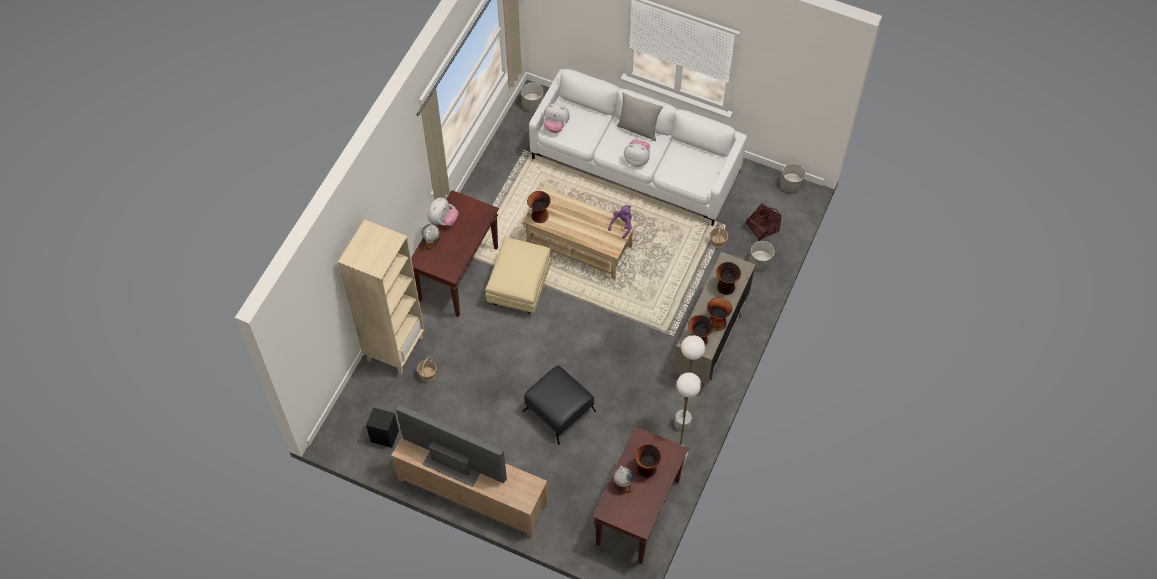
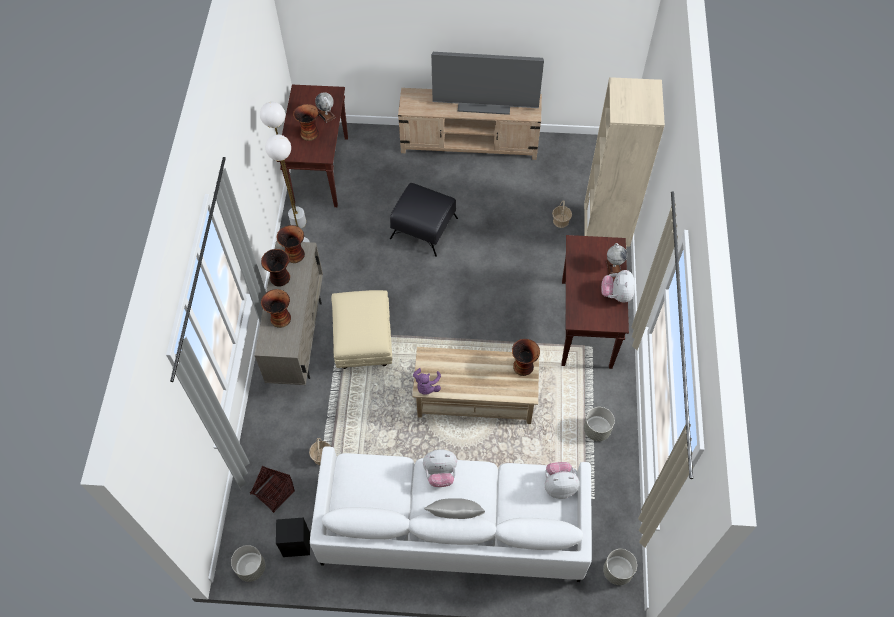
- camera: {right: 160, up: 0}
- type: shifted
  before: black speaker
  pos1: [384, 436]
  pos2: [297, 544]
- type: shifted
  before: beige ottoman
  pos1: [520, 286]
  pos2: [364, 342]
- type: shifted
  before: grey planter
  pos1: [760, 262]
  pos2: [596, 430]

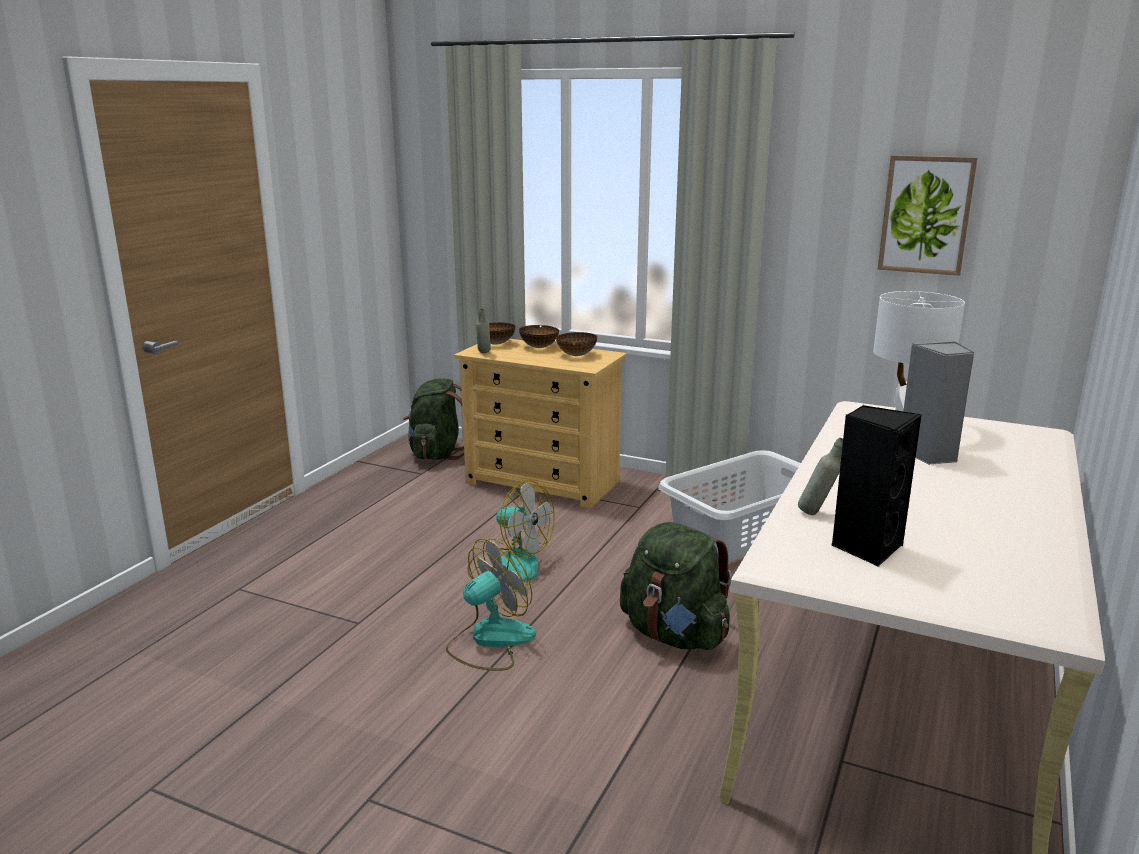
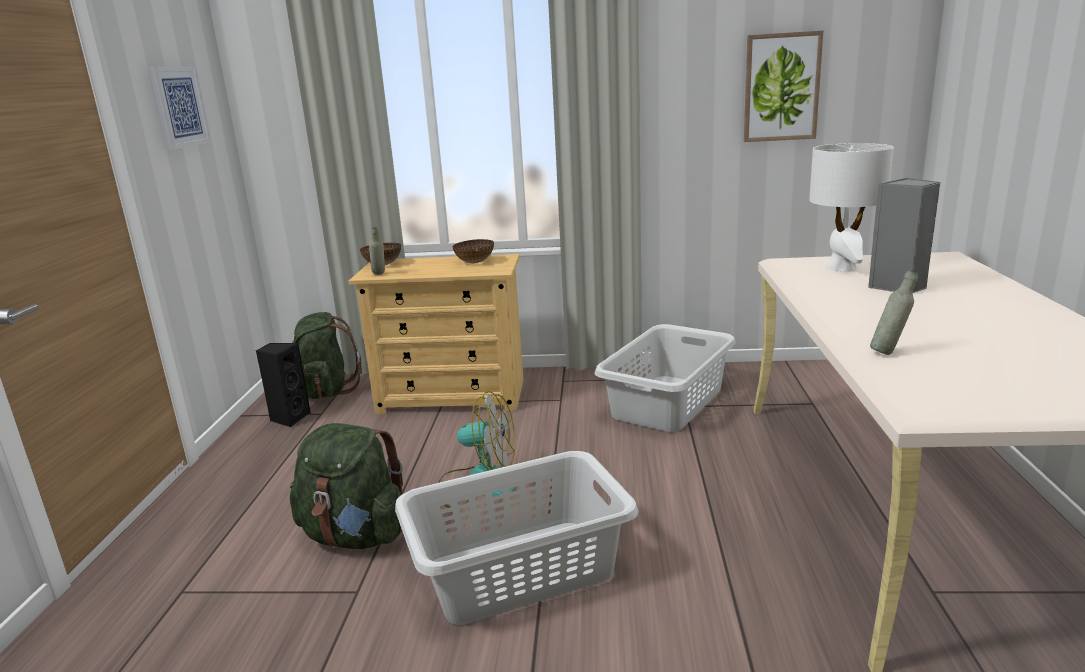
- camera: {right: -20, up: 0}
- type: new
  after: picture
  pos2: [178, 107]
- type: shifted
  before: black speaker
  pos1: [866, 547]
  pos2: [289, 418]
- type: shifted
  before: green backpack
  pos1: [674, 635]
  pos2: [356, 536]
- type: swapped
  before: fan
  after: grey laundry basket
  pos1: [490, 640]
  pos2: [517, 570]
- type: gone
  before: bowl
  pos1: [539, 347]

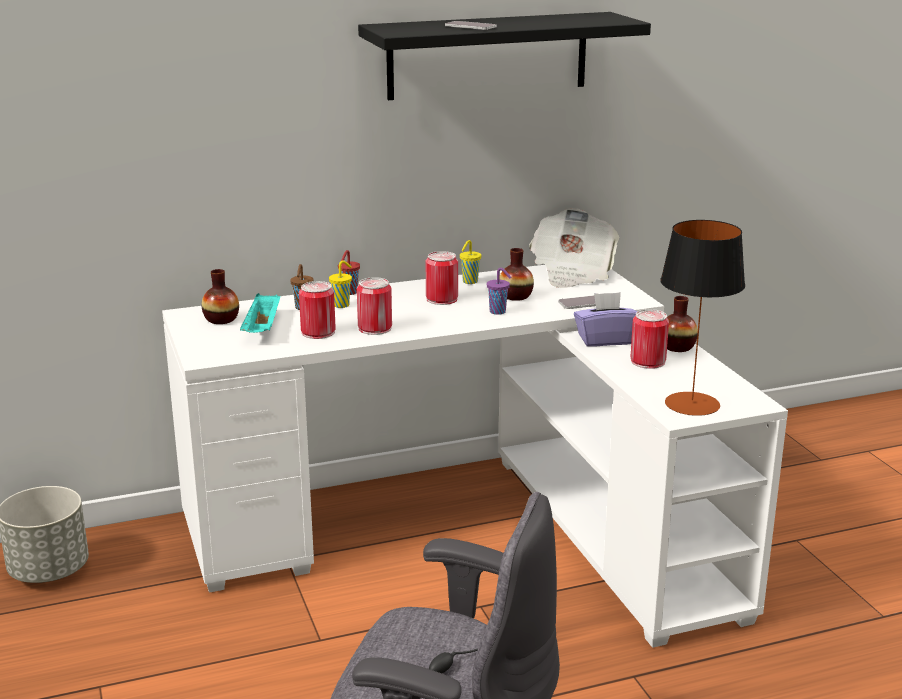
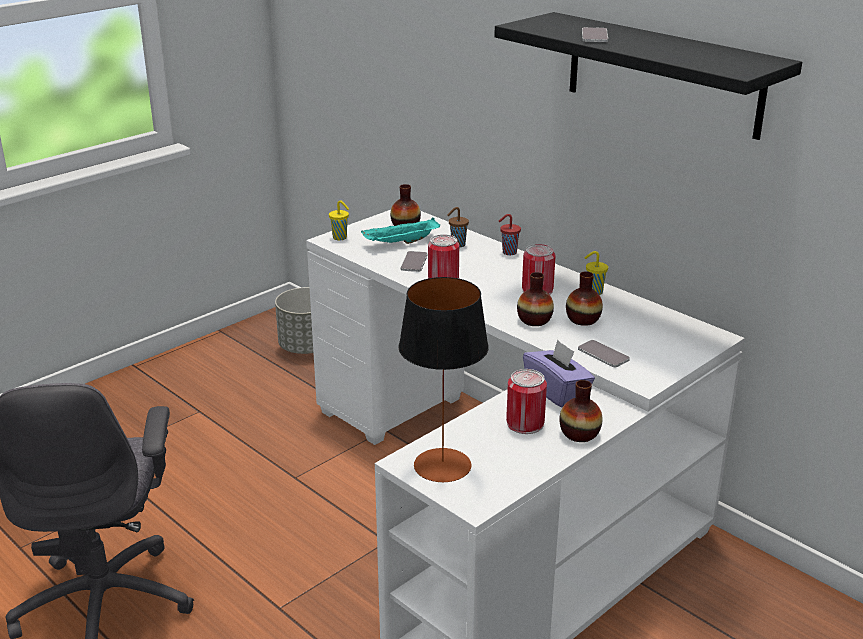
- camera: {right: 65, up: 5}
- type: shifted
  before: yellow cup
  pos1: [342, 305]
  pos2: [340, 238]
- type: swapped
  before: can
  after: phone
  pos1: [318, 332]
  pos2: [414, 262]
- type: swapped
  before: purple cup
  after: vase
  pos1: [498, 312]
  pos2: [534, 320]
- type: gone
  before: newspaper
  pos1: [572, 273]

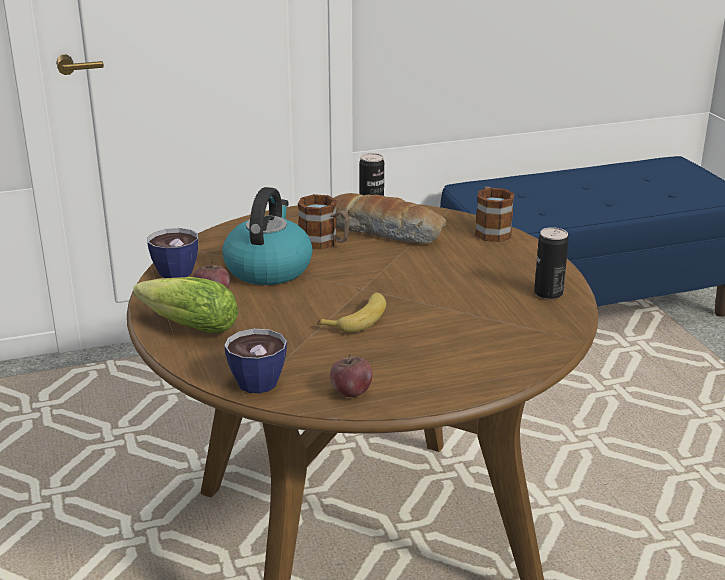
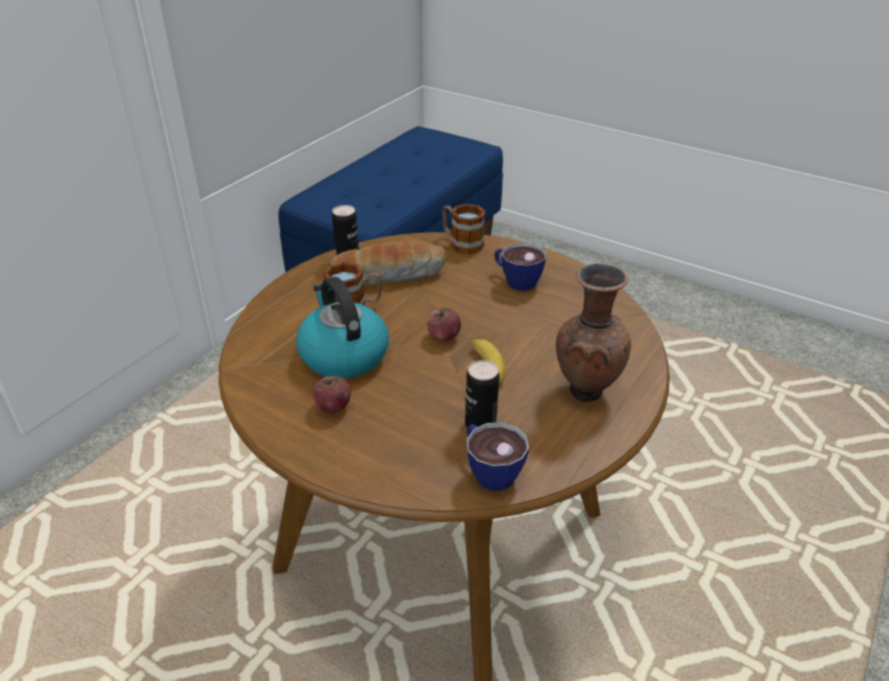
- camera: {right: -40, up: 10}
- type: shifted
  before: apple
  pos1: [351, 392]
  pos2: [443, 336]
- type: shifted
  before: can
  pos1: [548, 293]
  pos2: [480, 424]
- type: shifted
  before: cup
  pos1: [176, 269]
  pos2: [516, 280]
- type: new
  after: brown vase
  pos2: [584, 390]
- type: gone
  before: lettuce
  pos1: [185, 326]

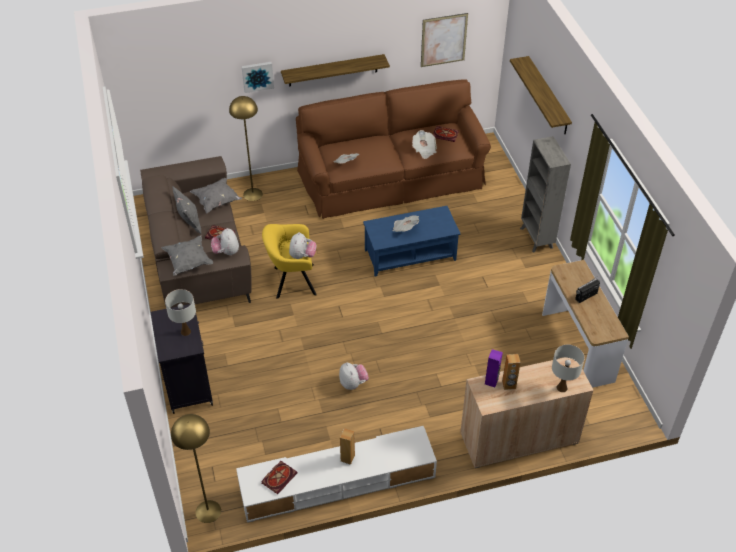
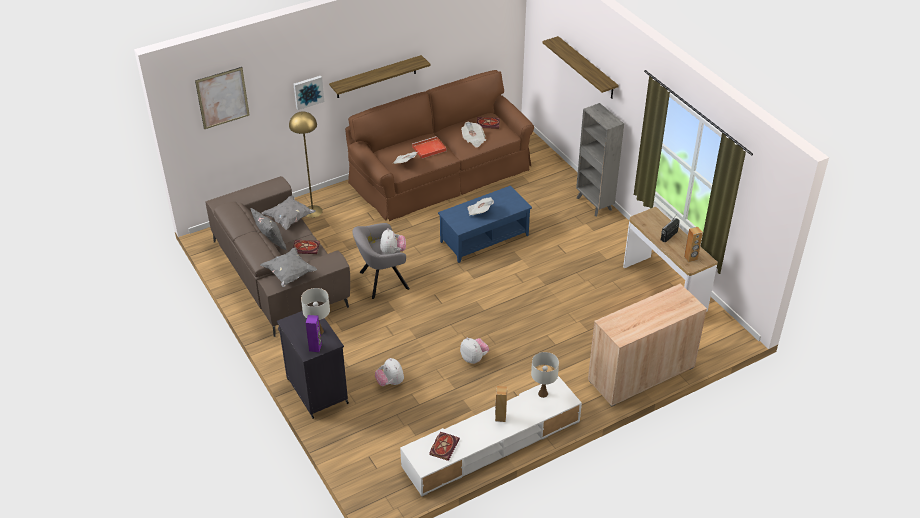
- camera: {right: -15, up: -5}
- type: shifted
  before: picture
  pos1: [443, 40]
  pos2: [222, 98]
- type: shifted
  before: purple speaker
  pos1: [491, 381]
  pos2: [315, 347]
- type: repainted
  before: yellow armchair
  after: grey armchair
  pos1: [291, 281]
  pos2: [381, 281]
- type: shifted
  before: plush toy
  pos1: [226, 252]
  pos2: [390, 382]
- type: new
  after: red tray
  pos2: [428, 149]
- type: shifted
  before: white table lamp
  pos1: [562, 388]
  pos2: [543, 393]
- type: shifted
  before: brown speaker
  pos1: [509, 385]
  pos2: [691, 258]
- type: gone
  before: yellow floor lamp
  pos1: [208, 511]

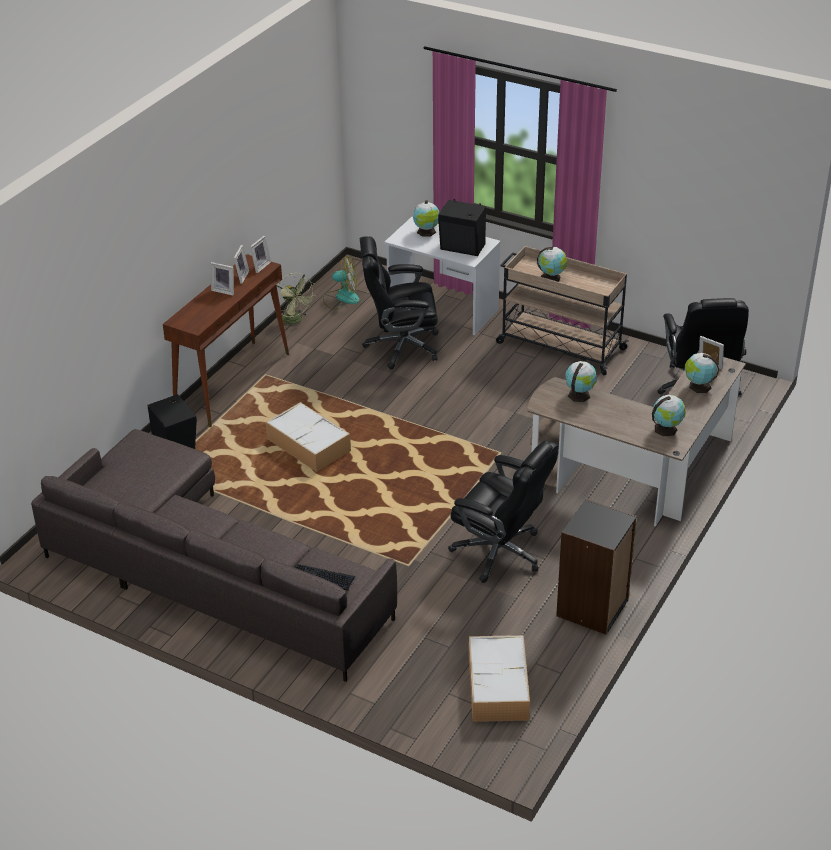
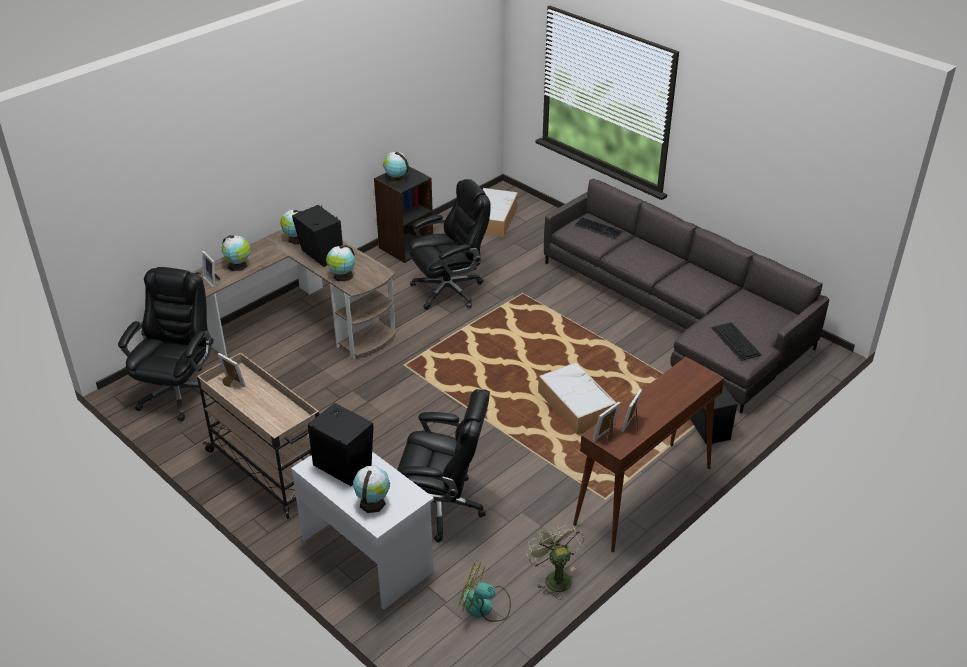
- camera: {right: -165, up: 0}
- type: shifted
  before: picture frame
  pos1: [224, 290]
  pos2: [232, 384]
- type: new
  after: black speaker
  pos2: [321, 255]
- type: shifted
  before: globe
  pos1: [551, 277]
  pos2: [396, 180]
- type: rotated
  before: black office chair
  pos1: [500, 552]
  pos2: [449, 290]
  turn: 105
- type: new
  after: keyboard
  pos2: [736, 341]

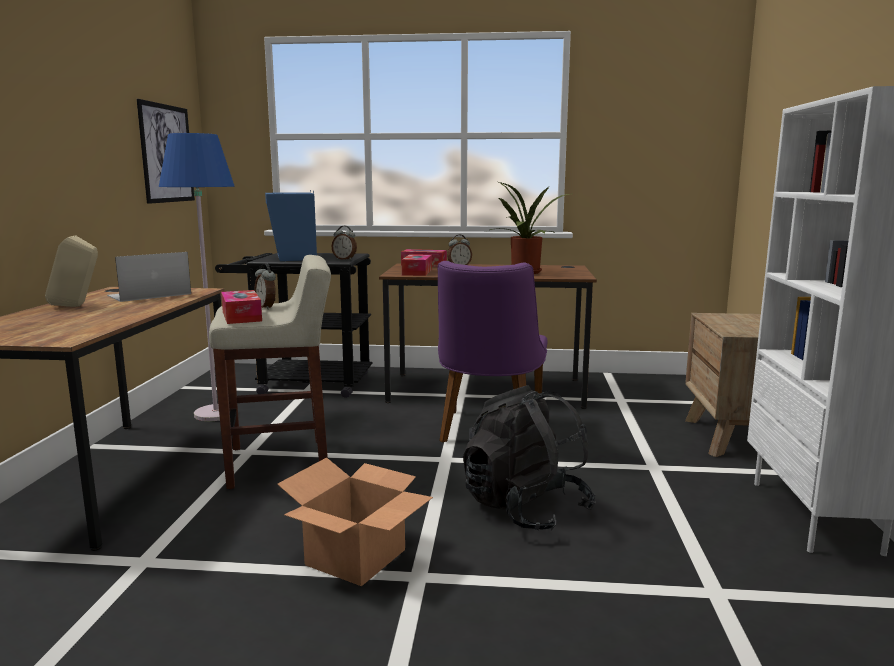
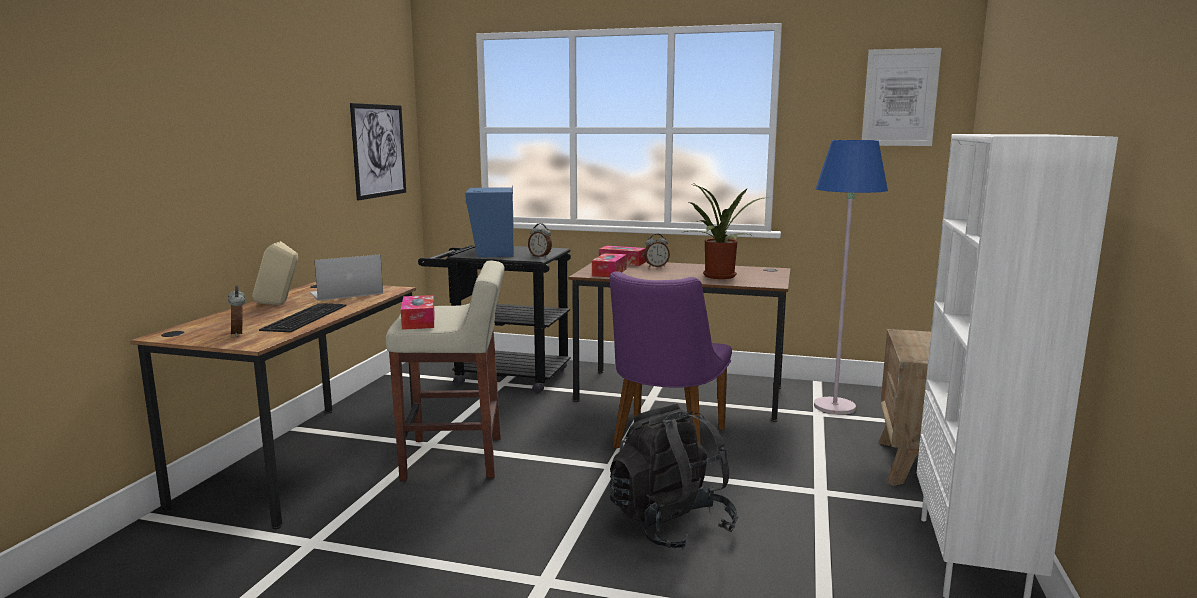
- camera: {right: 10, up: 0}
- type: shifted
  before: alarm clock
  pos1: [266, 307]
  pos2: [240, 333]
- type: new
  after: keyboard
  pos2: [304, 317]
- type: shifted
  before: blue floor lamp
  pos1: [216, 414]
  pos2: [835, 407]
- type: new
  after: picture
  pos2: [900, 97]
- type: gone
  before: cardboard box
  pos1: [356, 556]

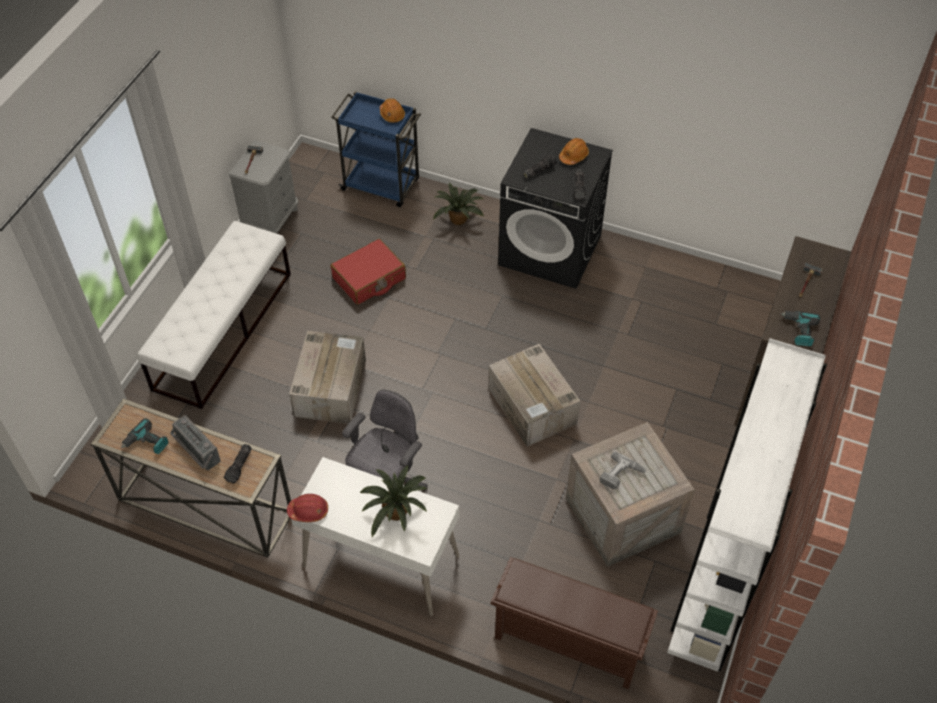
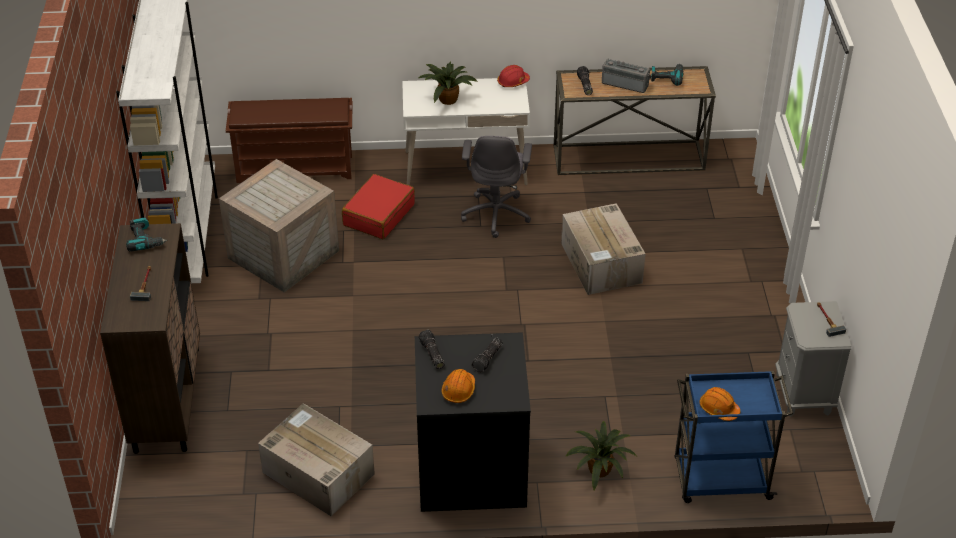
- camera: {right: 155, up: -10}
- type: shifted
  before: cardboard box
  pos1: [533, 406]
  pos2: [317, 473]
- type: shifted
  before: red suitcase
  pos1: [369, 279]
  pos2: [378, 214]
- type: gone
  before: white bench
  pos1: [223, 330]
- type: gone
  before: power drill
  pos1: [621, 476]

